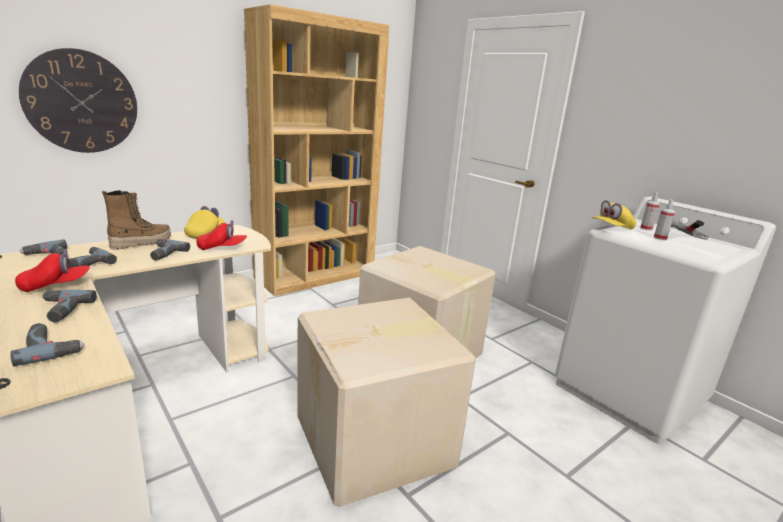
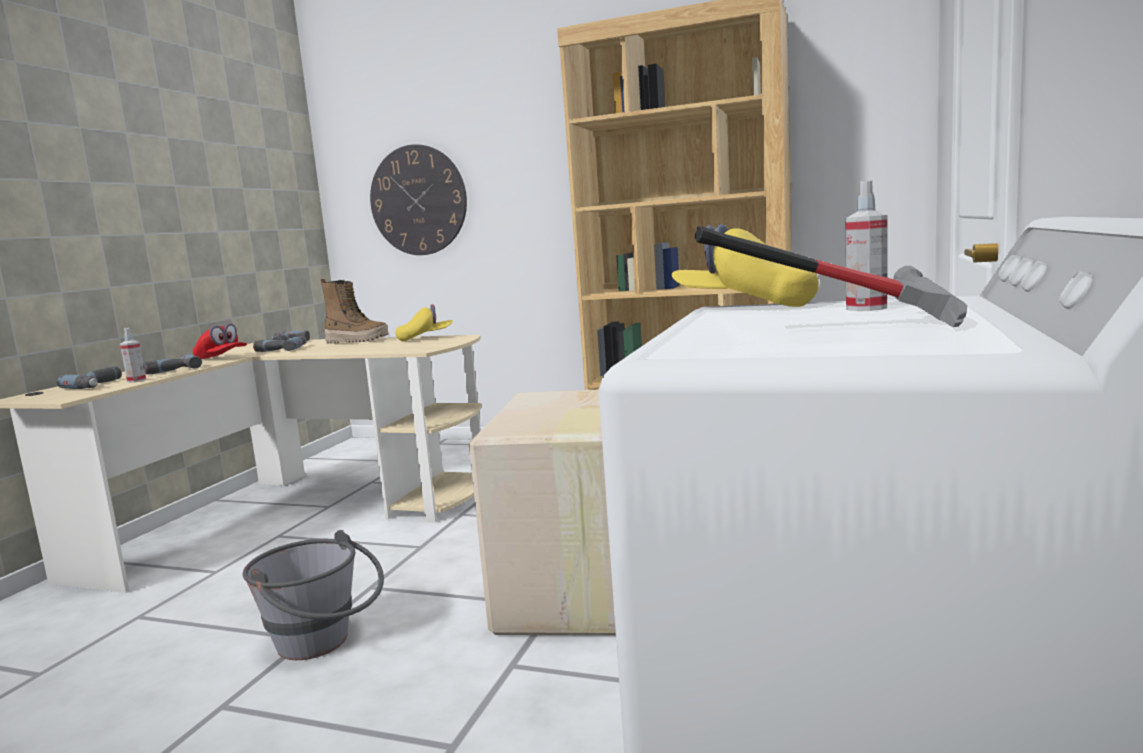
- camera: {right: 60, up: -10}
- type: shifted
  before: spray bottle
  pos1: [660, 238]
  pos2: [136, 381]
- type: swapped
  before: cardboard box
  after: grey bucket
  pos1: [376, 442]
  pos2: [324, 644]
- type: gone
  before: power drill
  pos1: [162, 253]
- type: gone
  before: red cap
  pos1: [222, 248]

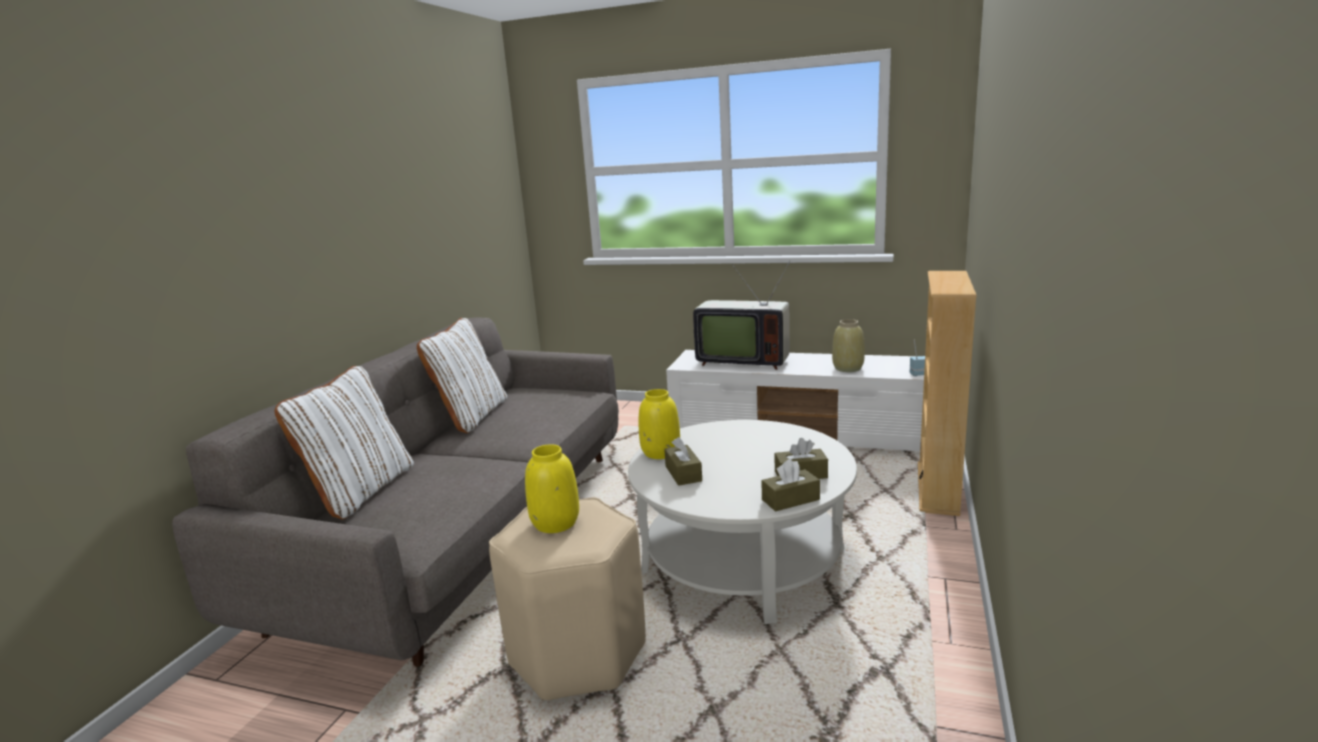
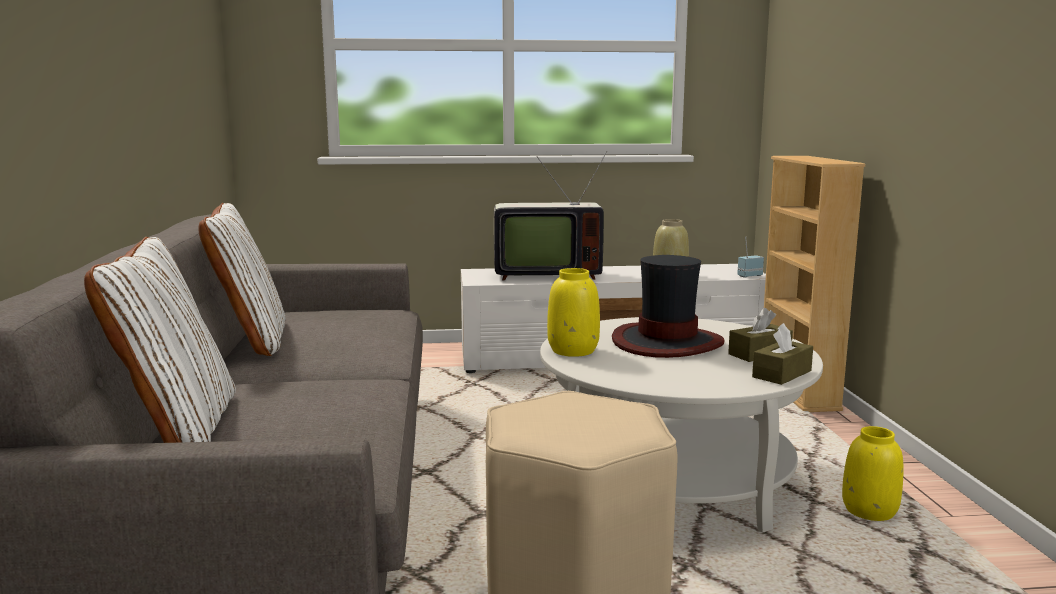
- camera: {right: -25, up: -5}
- type: new
  after: hat
  pos2: [667, 342]
- type: shifted
  before: yellow vase
  pos1: [556, 523]
  pos2: [870, 512]
- type: gone
  before: brown tissue box
  pos1: [683, 473]

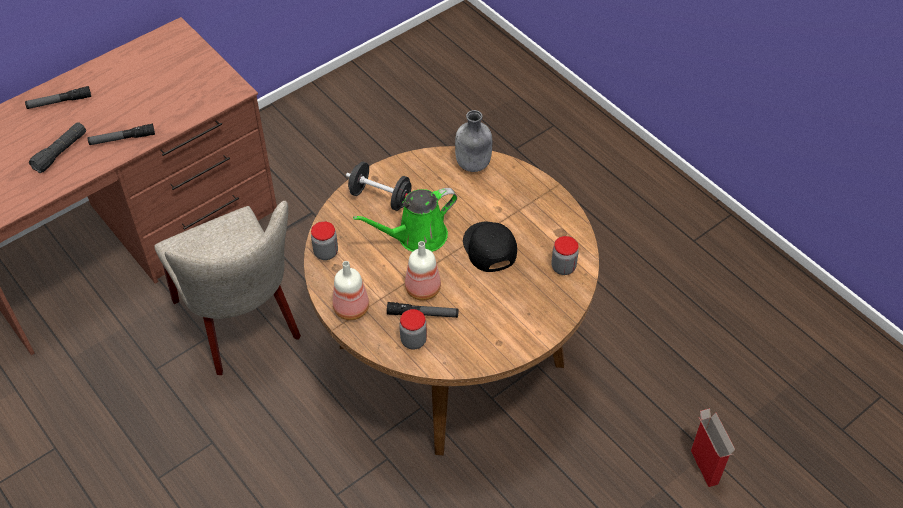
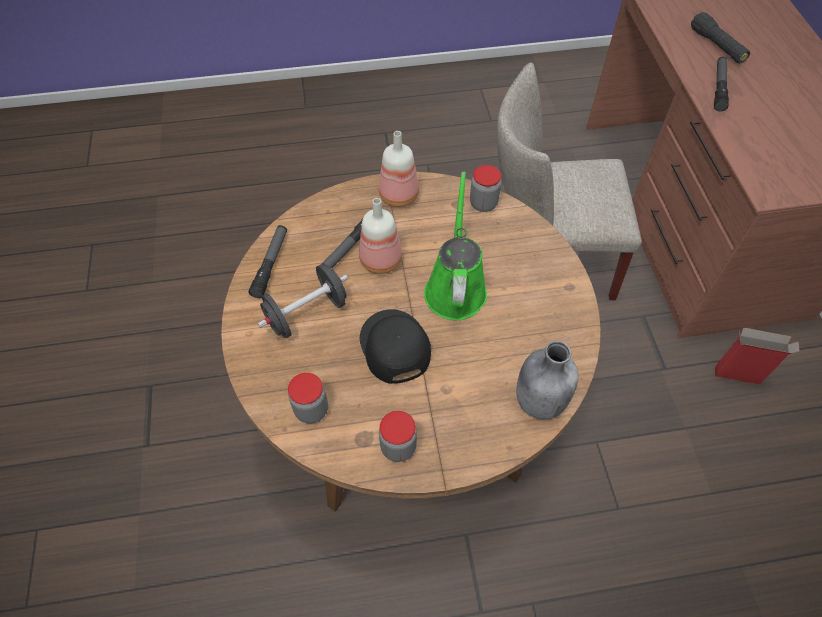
- camera: {right: 120, up: 5}
- type: shifted
  before: flashlight
  pos1: [59, 102]
  pos2: [270, 264]
- type: shifted
  before: black dumbbell
  pos1: [380, 197]
  pos2: [307, 313]
- type: rotated
  before: black cap
  pos1: [488, 248]
  pos2: [393, 347]
  turn: -120
- type: shifted
  before: jar
  pos1: [413, 340]
  pos2: [398, 447]
- type: shifted
  before: cardboard box
  pos1: [703, 466]
  pos2: [738, 375]

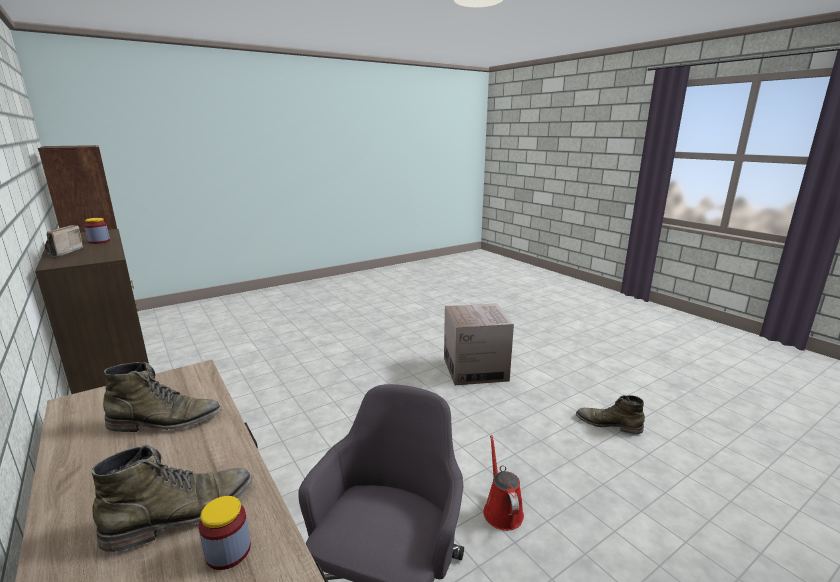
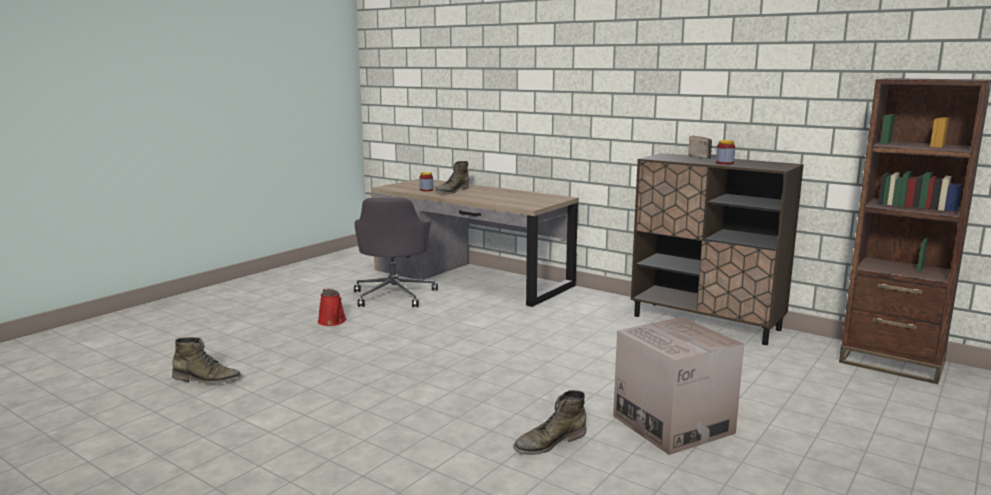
- camera: {right: 160, up: -5}
- type: shifted
  before: green boot
  pos1: [166, 421]
  pos2: [549, 442]
- type: shifted
  before: cardboard box
  pos1: [475, 369]
  pos2: [672, 424]

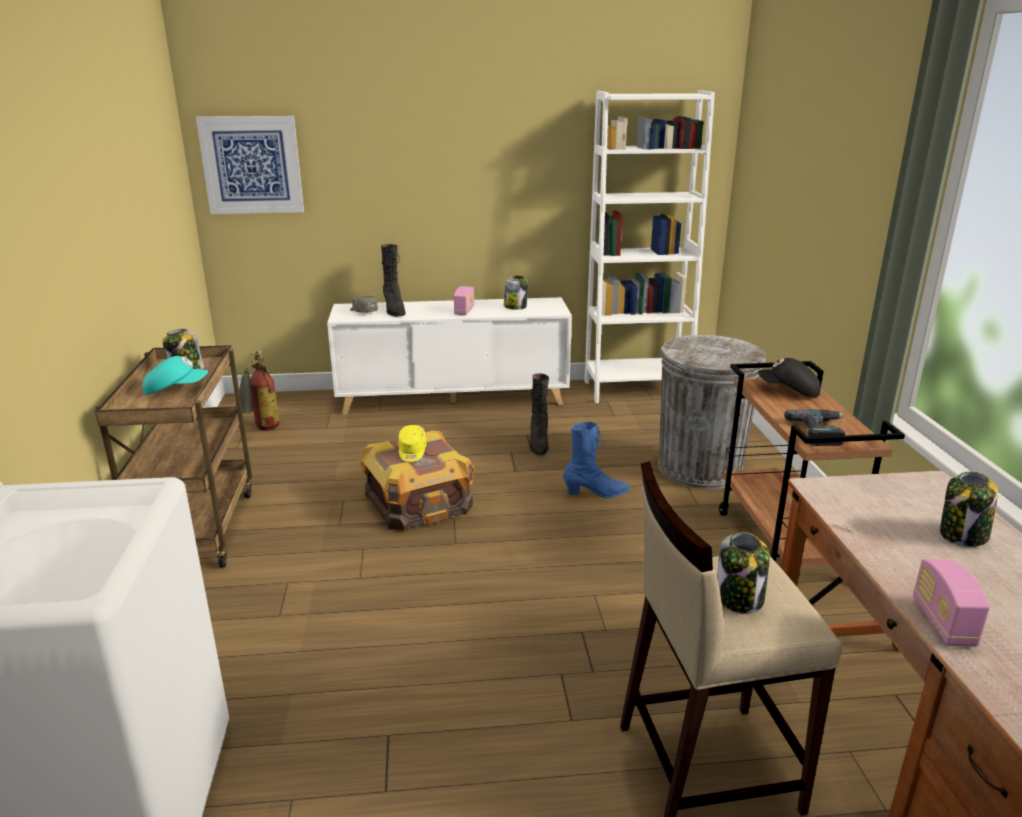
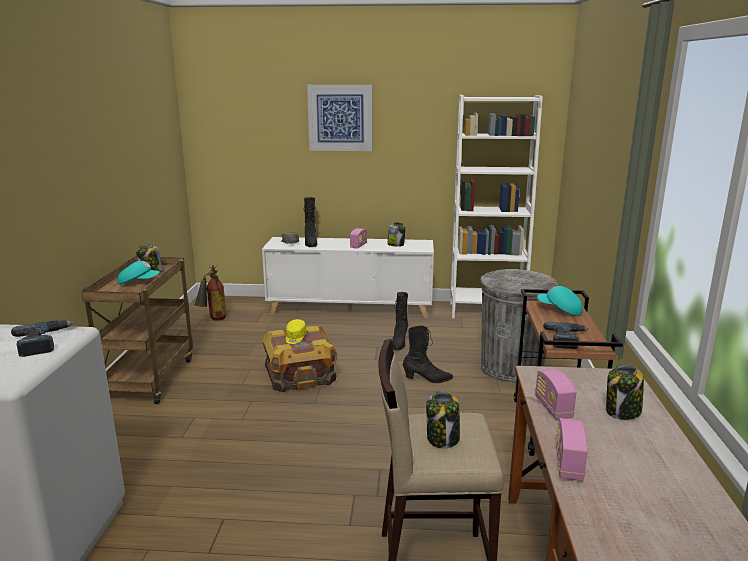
- camera: {right: 10, up: -5}
- type: new
  after: power drill
  pos2: [43, 342]
- type: shifted
  before: picture
  pos1: [252, 165]
  pos2: [340, 118]
- type: repainted
  before: blue boot
  after: black boot
  pos1: [596, 493]
  pos2: [427, 379]
- type: new
  after: radio
  pos2: [553, 408]
- type: repainted
  before: black cap
  after: turquoise cap
  pos1: [789, 391]
  pos2: [559, 310]

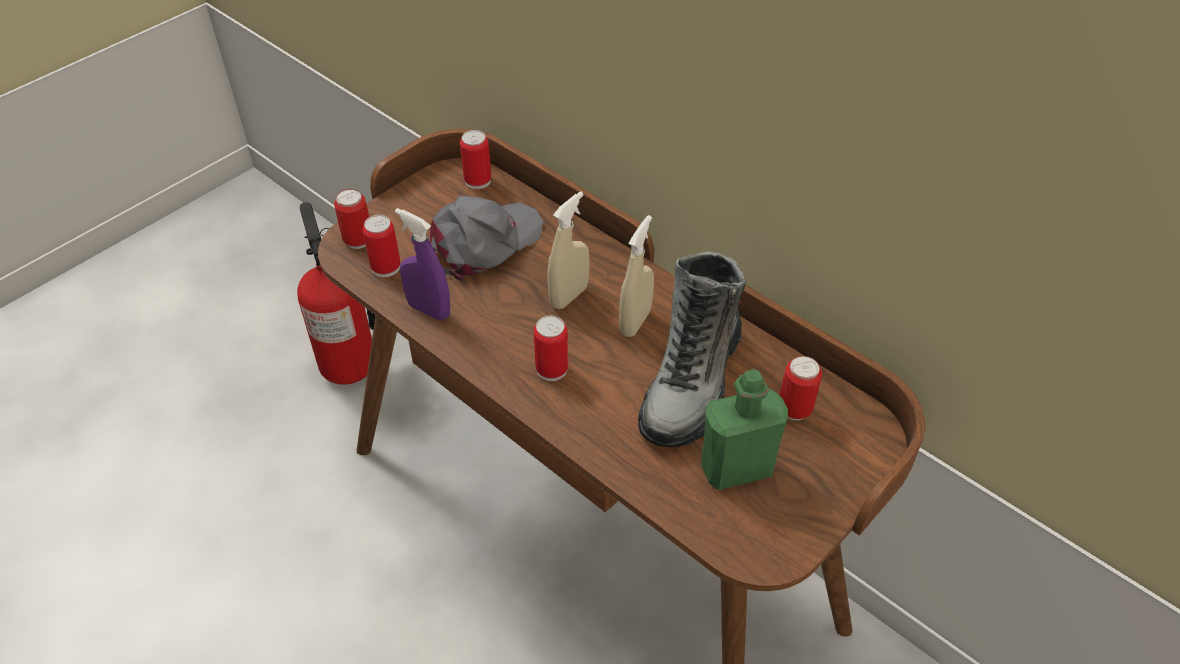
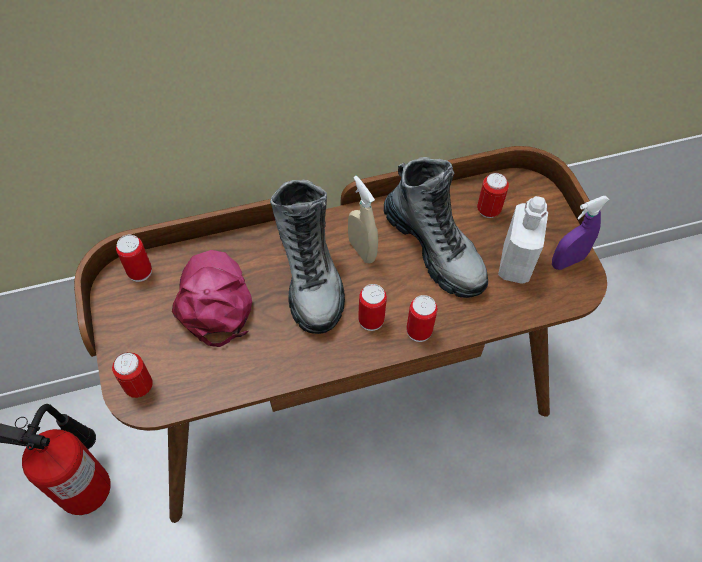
- camera: {right: -60, up: 10}
- type: repainted
  before: grey cap
  after: pink cap
  pos1: [483, 243]
  pos2: [214, 301]
- type: swapped
  before: beige spray bottle
  after: boot
  pos1: [569, 296]
  pos2: [310, 275]
- type: shifted
  before: can
  pos1: [386, 267]
  pos2: [419, 331]
- type: repainted
  before: green bottle
  after: white bottle
  pos1: [736, 468]
  pos2: [515, 264]
- type: shifted
  before: purple spray bottle
  pos1: [429, 310]
  pos2: [567, 261]

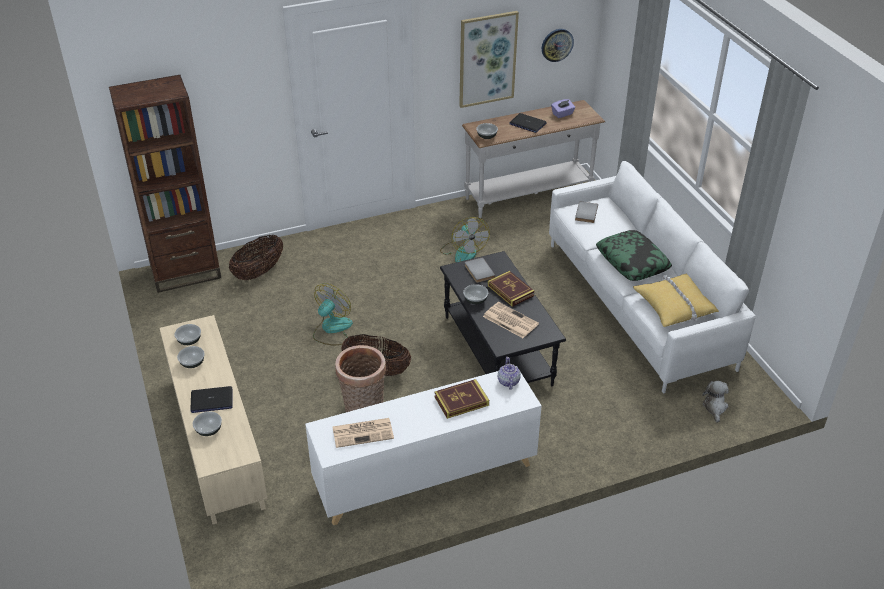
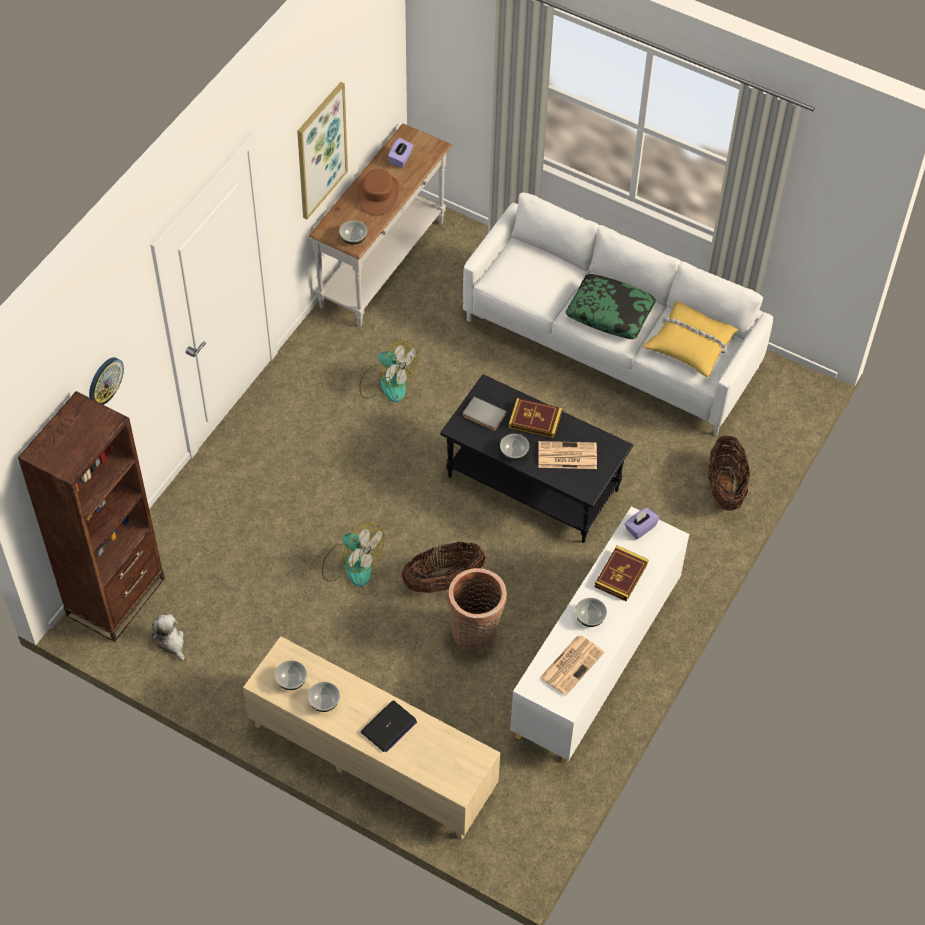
- camera: {right: -40, up: 15}
- type: shifted
  before: wall clock
  pos1: [557, 44]
  pos2: [105, 380]
- type: shifted
  before: plush toy
  pos1: [715, 407]
  pos2: [171, 642]
- type: rotated
  before: fan
  pos1: [332, 329]
  pos2: [351, 564]
  turn: 135
- type: swapped
  before: laptop
  after: brown hat
  pos1: [527, 124]
  pos2: [378, 195]
- type: shifted
  before: bowl
  pos1: [208, 430]
  pos2: [589, 617]
- type: swapped
  before: teapot
  after: purple tissue box
  pos1: [508, 381]
  pos2: [640, 528]
- type: shifted
  before: basket
  pos1: [259, 272]
  pos2: [725, 487]
- type: gone
  before: grey book
  pos1: [585, 213]

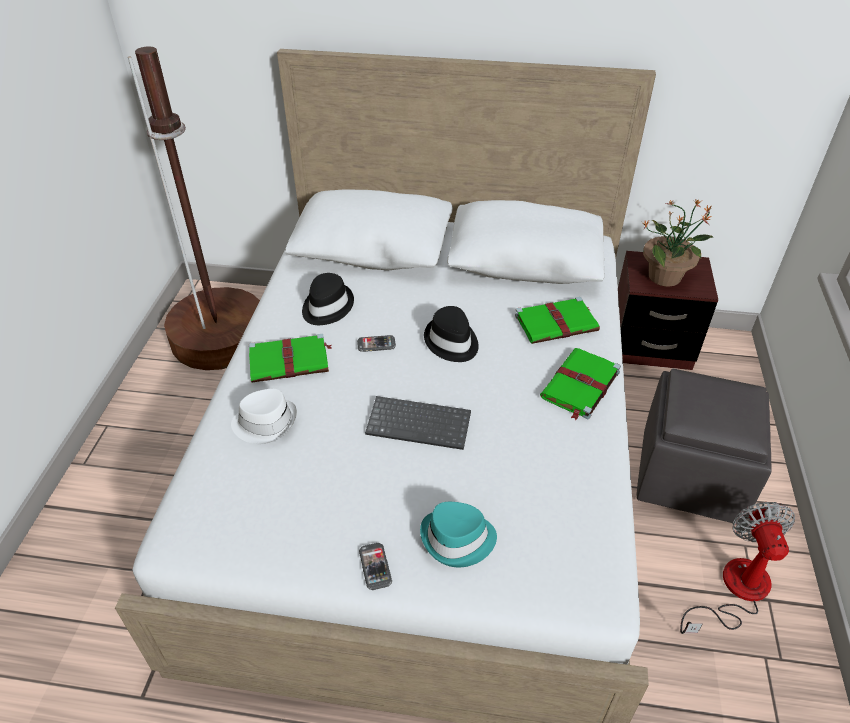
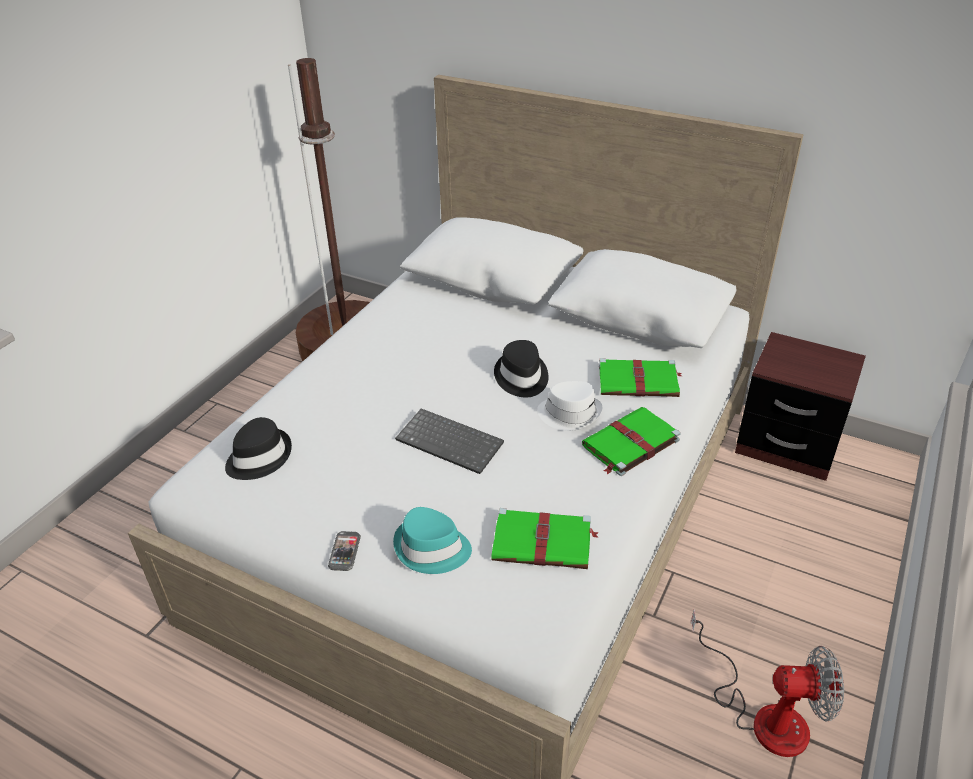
- camera: {right: 20, up: -5}
- type: shifted
  before: black hat
  pos1: [326, 307]
  pos2: [258, 457]
- type: shifted
  before: green book
  pos1: [290, 361]
  pos2: [544, 542]
- type: shifted
  before: white hat
  pos1: [265, 422]
  pos2: [570, 413]
- type: rotated
  before: fan
  pos1: [735, 590]
  pos2: [764, 714]
  turn: 75
- type: gone
  before: phone
  pos1: [376, 344]
- type: gone
  before: grey ottoman
  pos1: [691, 475]
- type: gone
  before: potted plant
  pos1: [666, 276]

